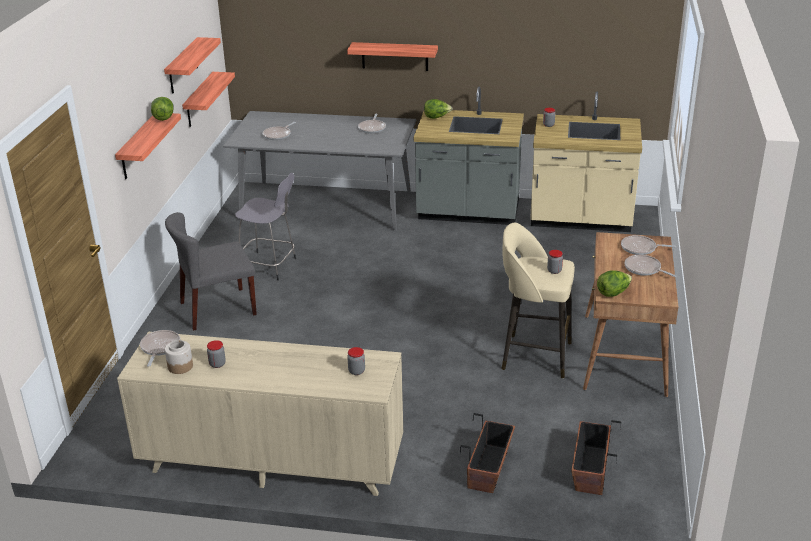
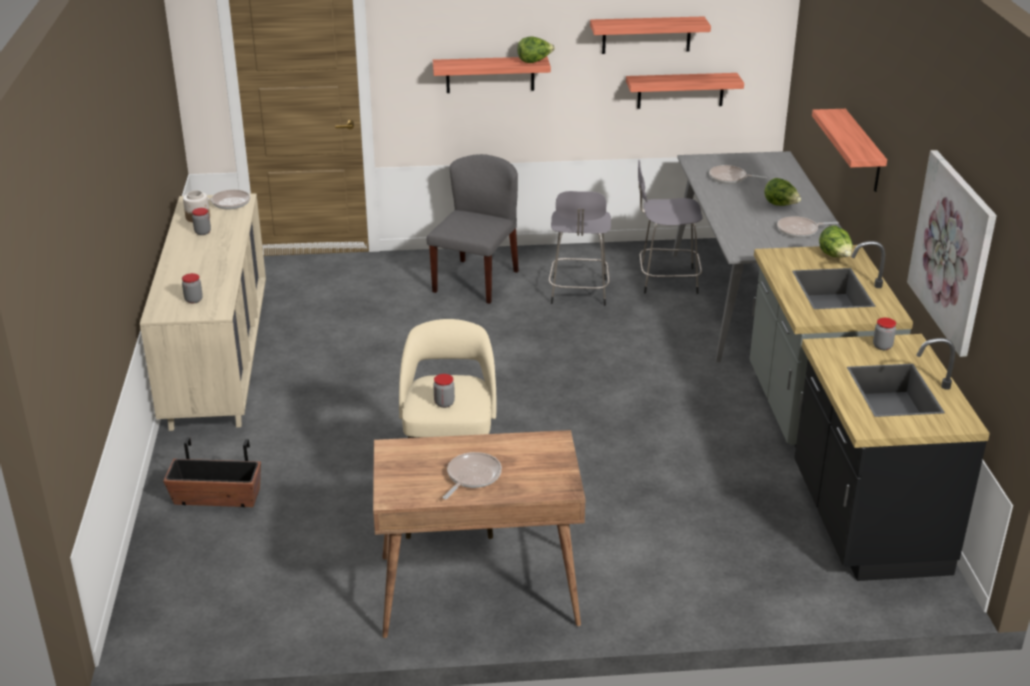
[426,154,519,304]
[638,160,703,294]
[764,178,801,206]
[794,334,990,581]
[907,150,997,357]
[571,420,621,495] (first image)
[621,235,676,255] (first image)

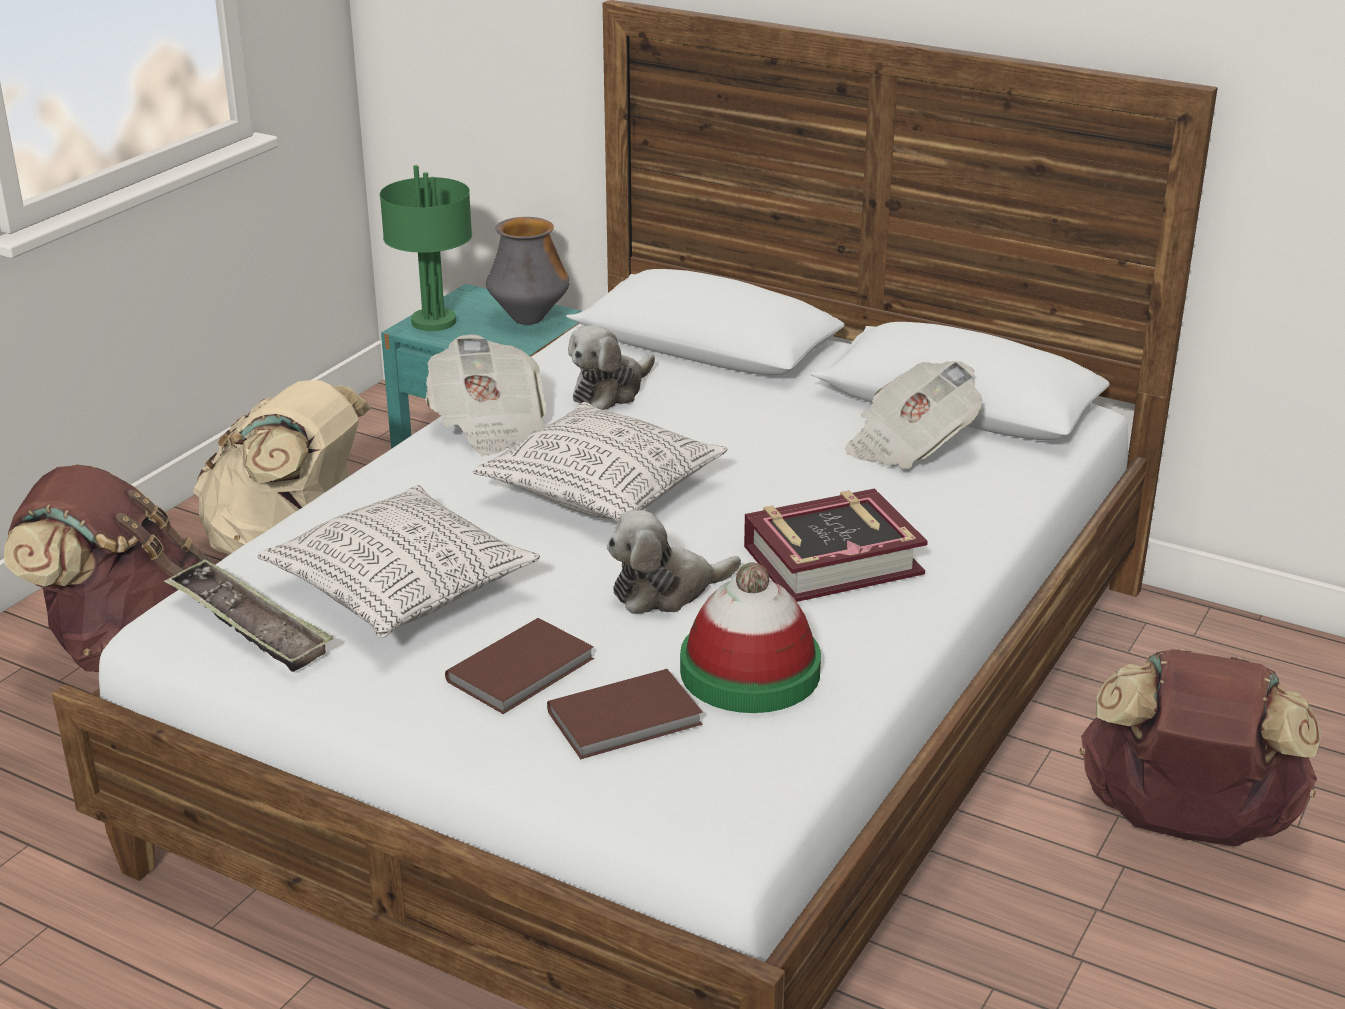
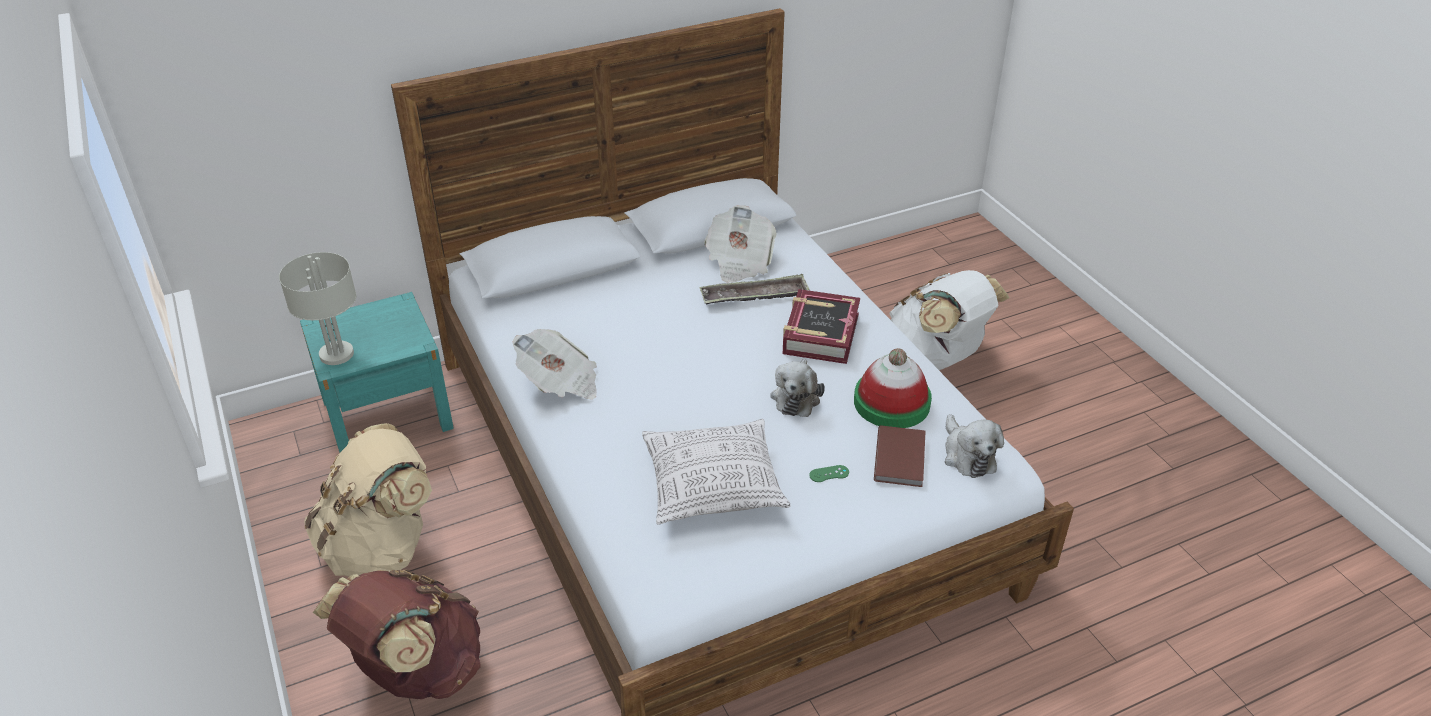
[279,252,356,365]
[700,274,810,304]
[809,465,849,482]
[889,270,1010,370]
[945,414,1004,478]
[473,402,728,522] (first image)
[486,217,570,325] (first image)

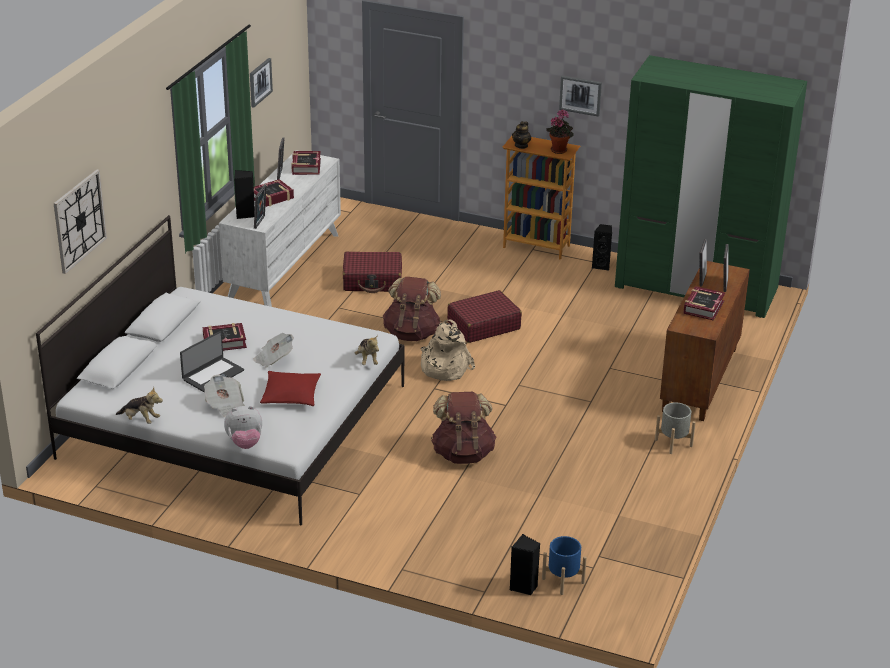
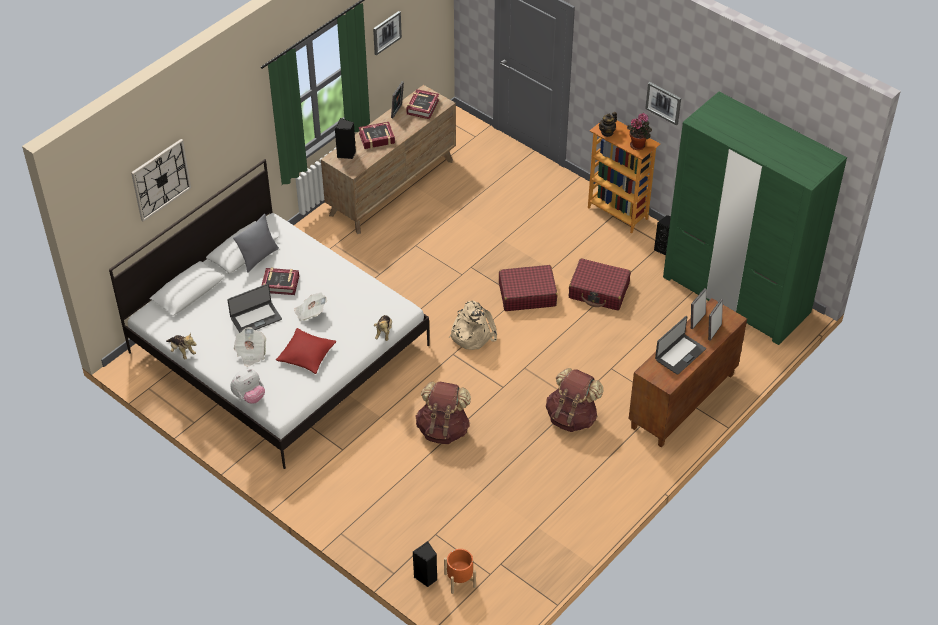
[231,369,265,404]
[233,214,279,273]
[321,85,456,234]
[444,549,476,594]
[546,368,603,432]
[569,258,631,311]
[655,316,706,375]
[254,184,267,229] (first image)
[655,402,696,454] (first image)

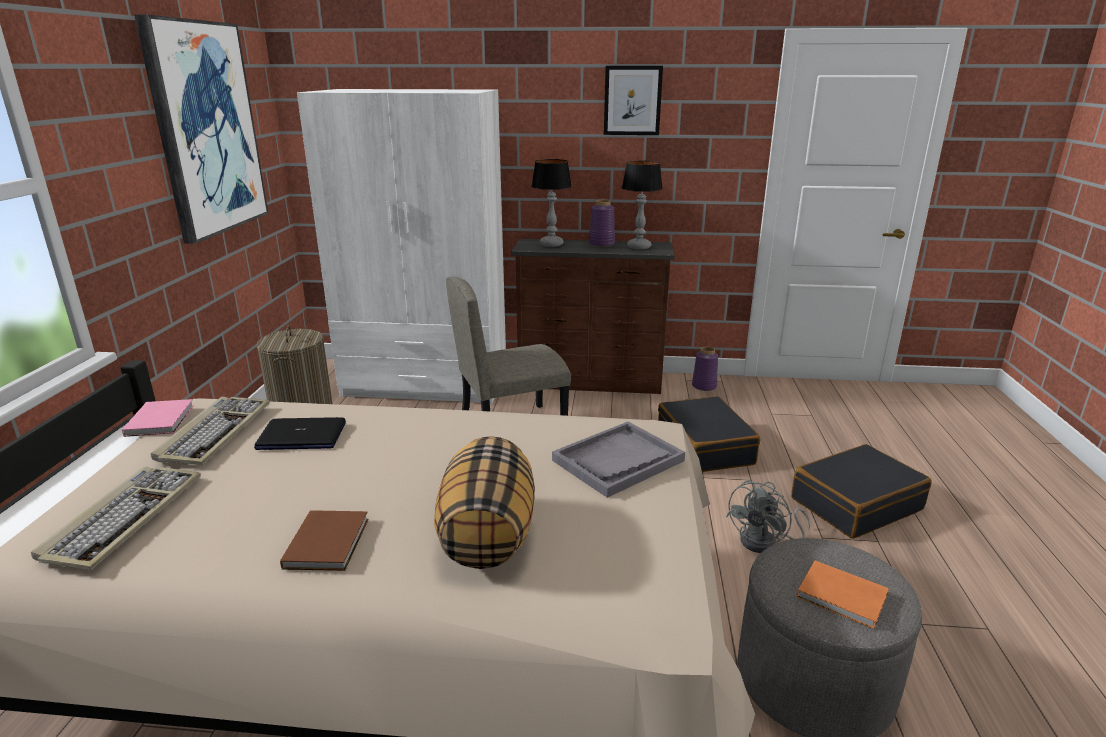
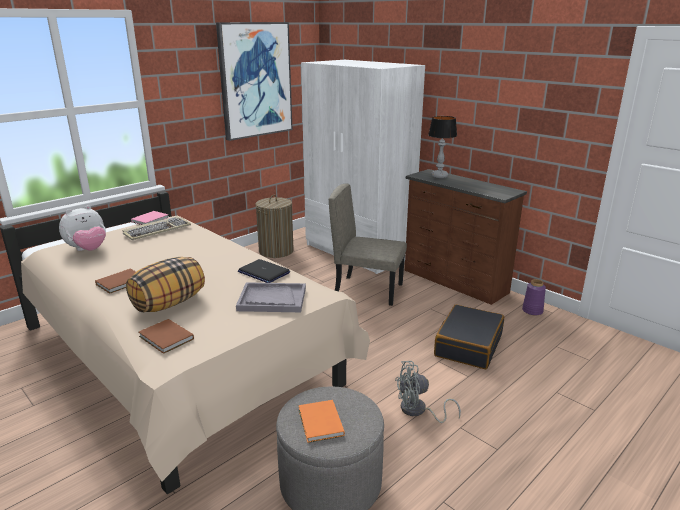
[59,205,106,251]
[139,319,194,354]
[238,259,290,283]
[589,200,615,247] (first image)
[604,66,663,135] (first image)
[622,161,663,250] (first image)
[791,444,932,539] (first image)

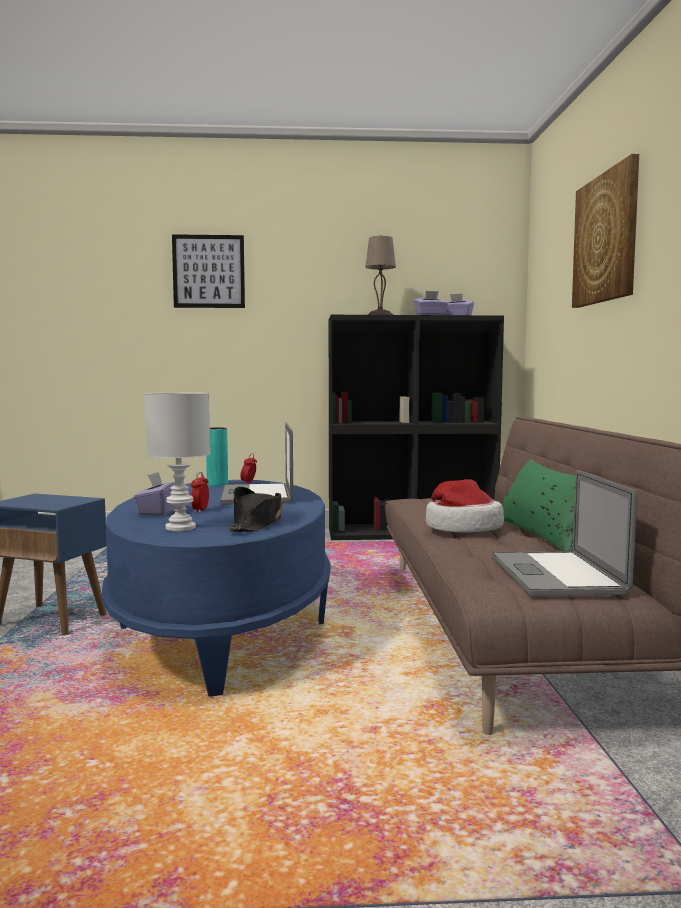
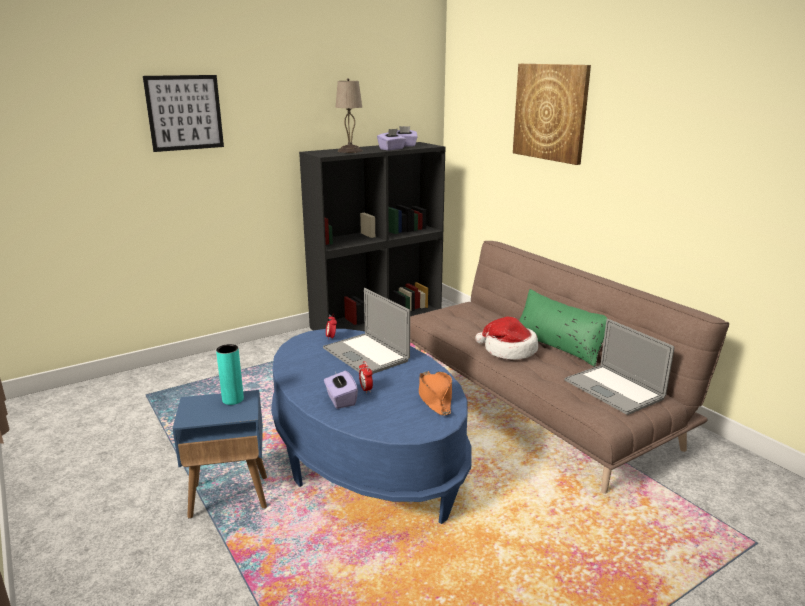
[216,344,244,405]
[419,371,452,416]
[144,393,210,531] (first image)

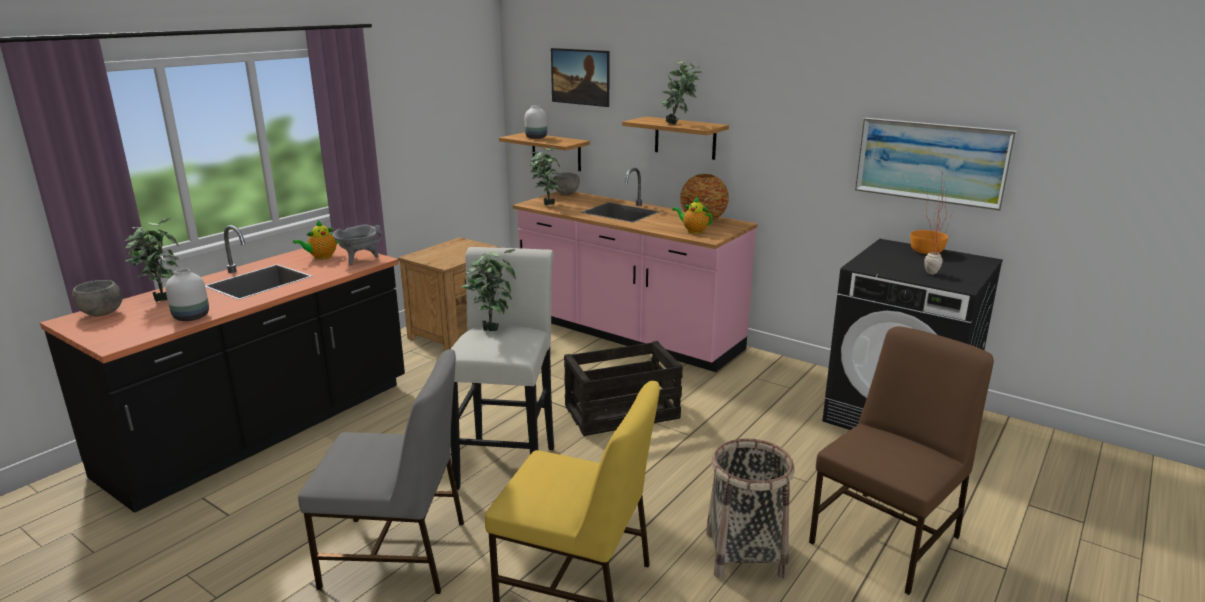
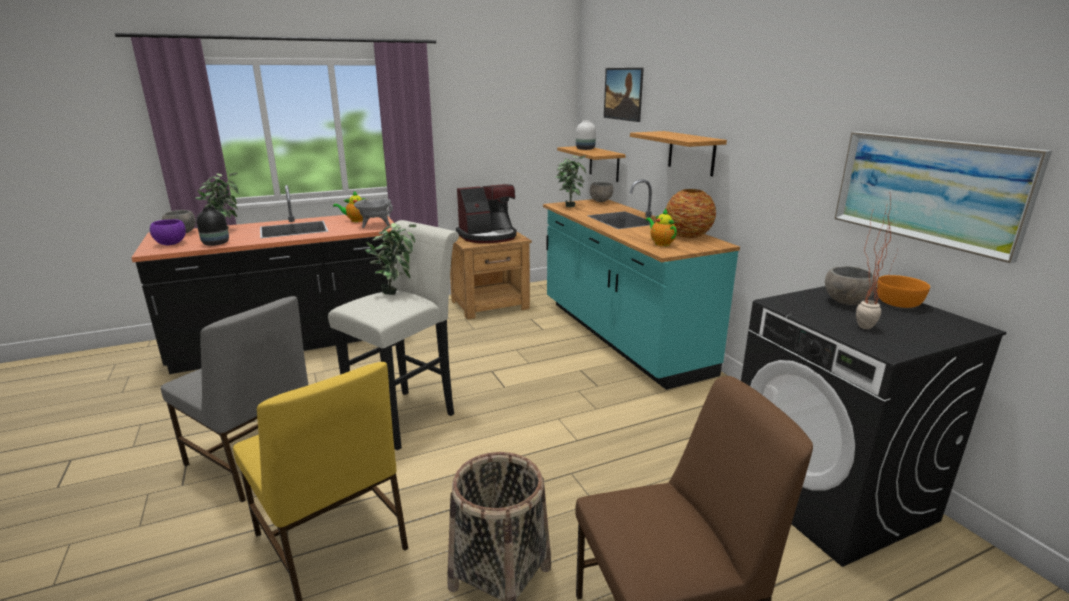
[150,219,186,245]
[196,207,229,246]
[456,184,516,243]
[543,179,740,390]
[825,266,877,305]
[564,341,683,436] (first image)
[661,61,702,124] (first image)

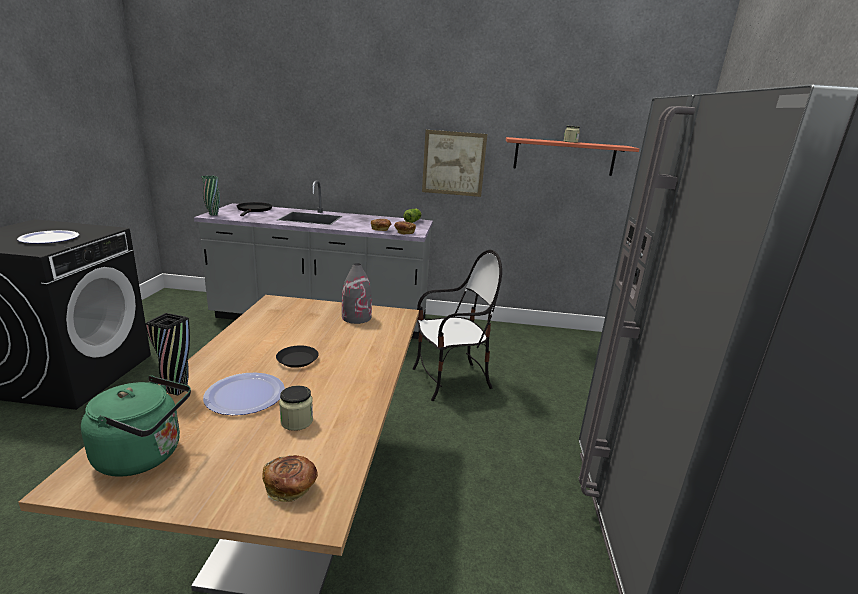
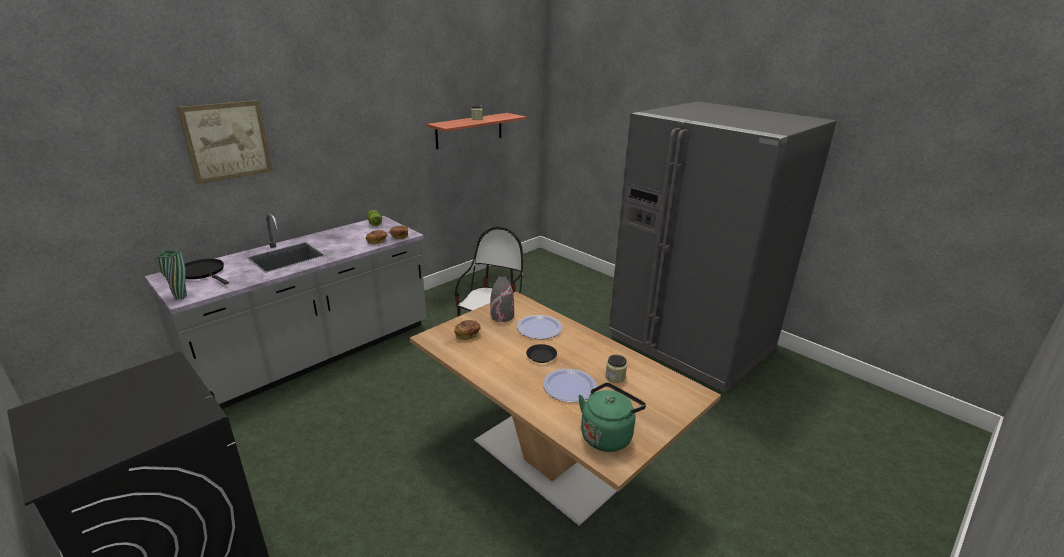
[177,100,273,184]
[454,320,481,340]
[517,315,562,339]
[145,313,190,395] (first image)

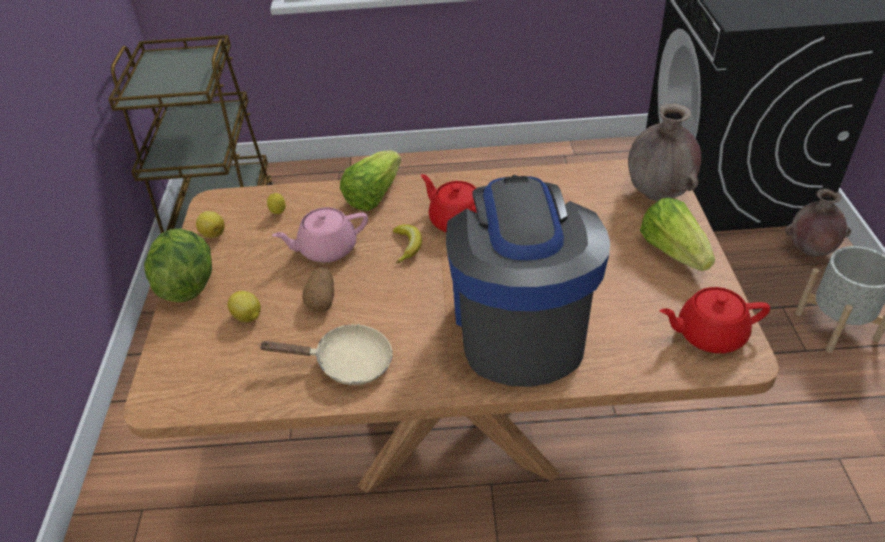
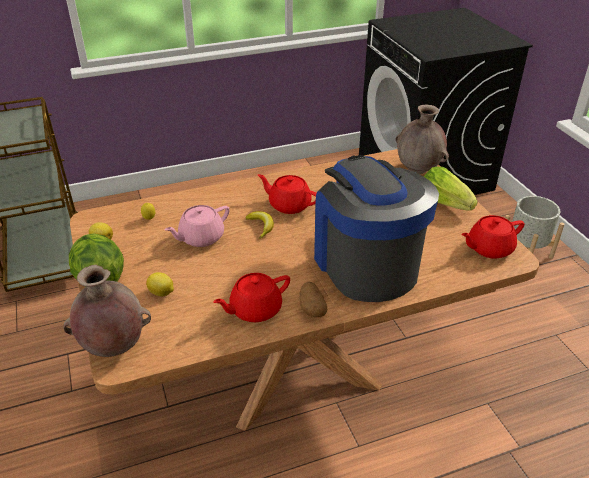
[63,265,151,357]
[213,273,290,322]
[299,282,327,317]
[340,150,401,211] (first image)

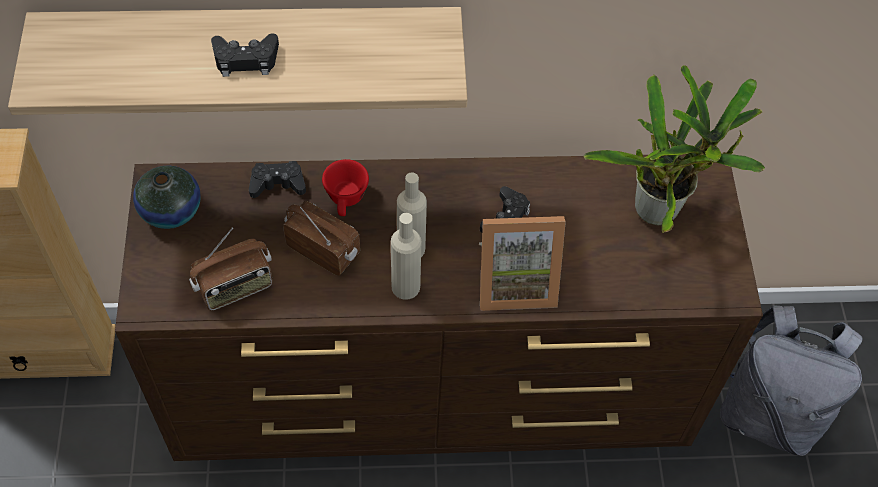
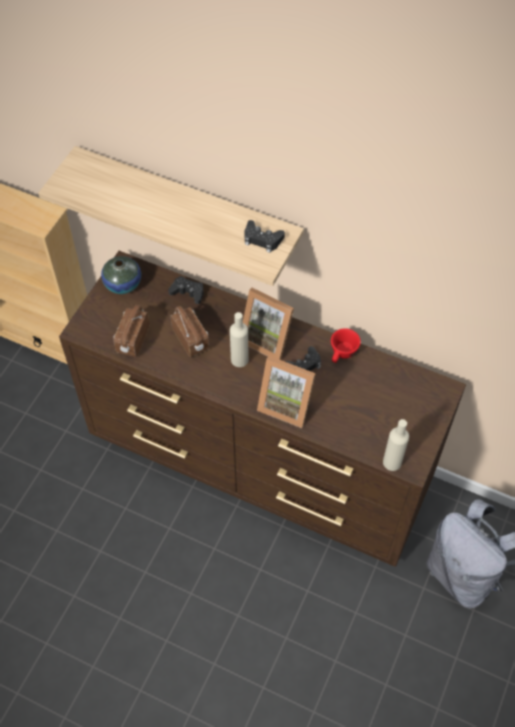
[113,305,150,357]
[243,288,294,360]
[244,220,285,253]
[331,328,361,363]
[383,419,409,471]
[584,65,765,233] (first image)

